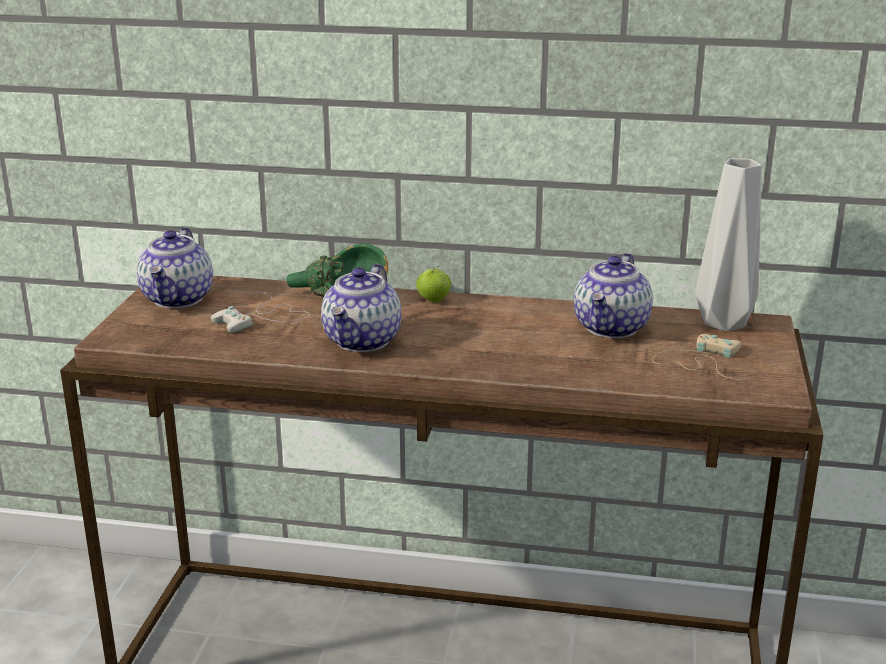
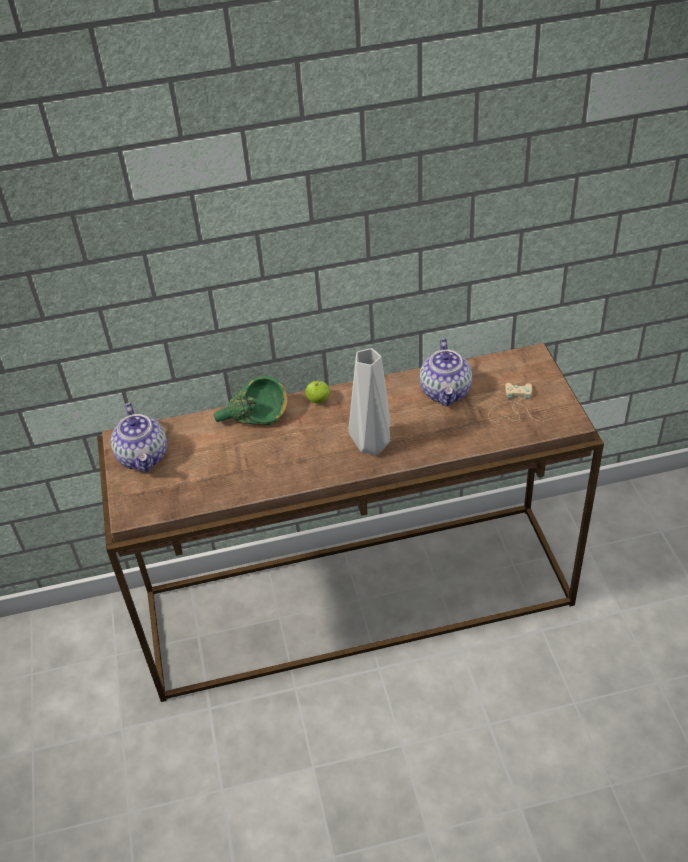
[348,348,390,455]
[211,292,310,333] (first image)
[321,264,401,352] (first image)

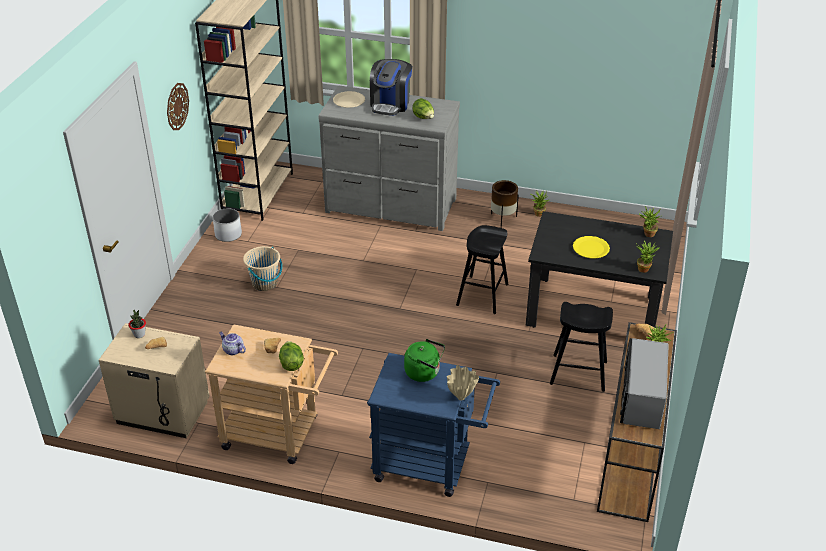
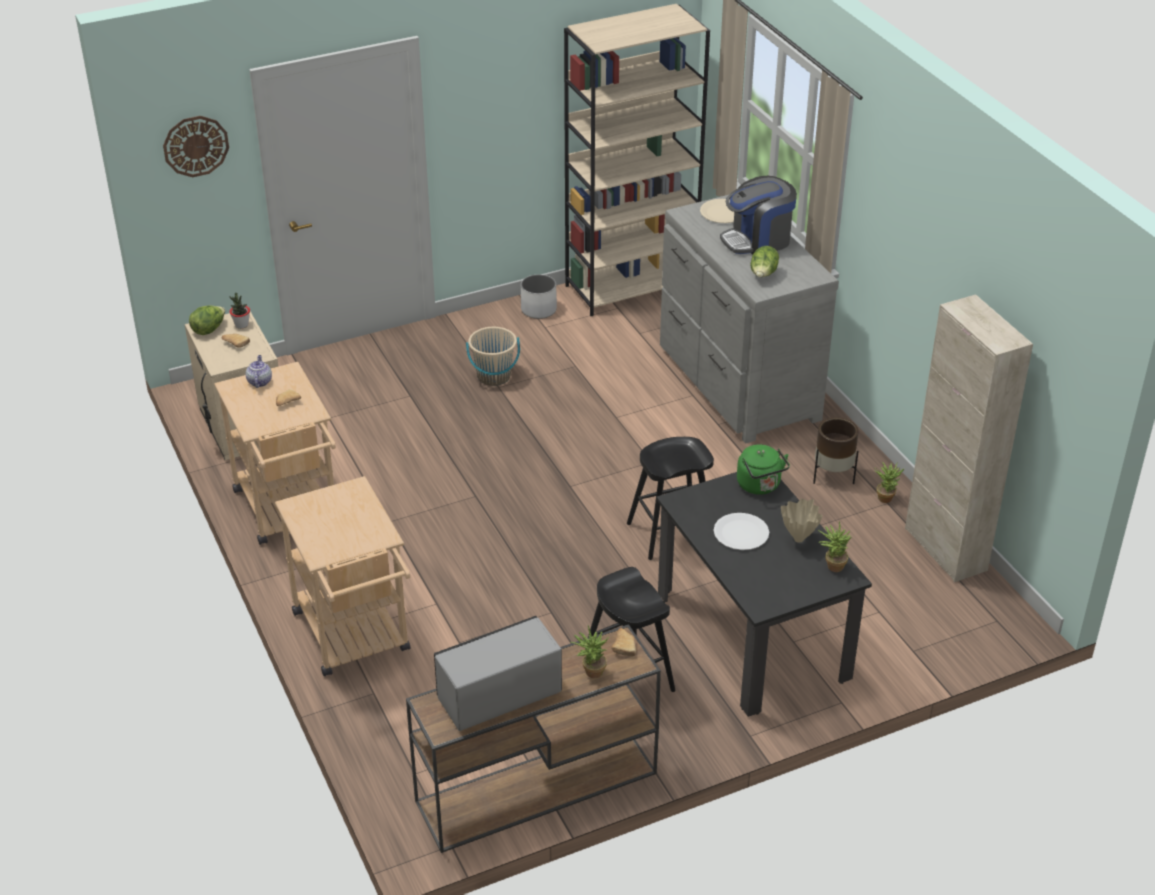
[163,116,229,177]
[189,306,225,335]
[275,476,410,676]
[713,513,769,550]
[737,444,790,495]
[781,499,822,543]
[905,294,1033,582]
[637,241,660,273] (first image)

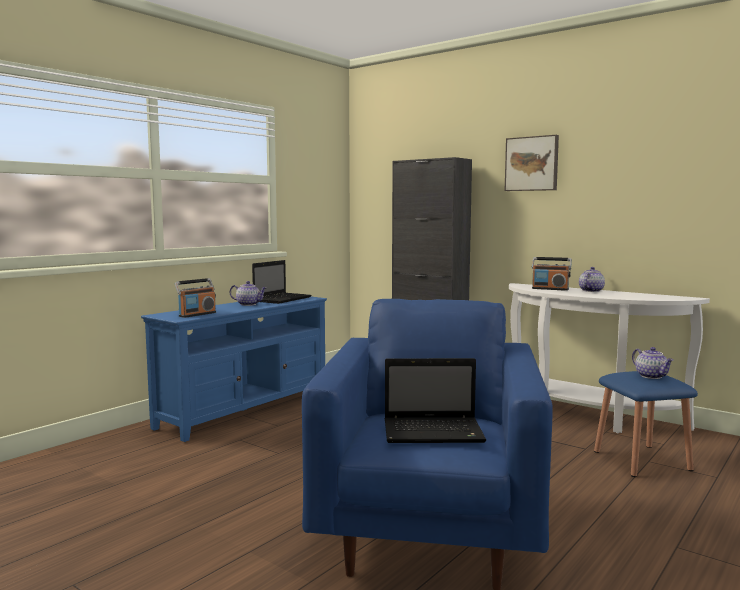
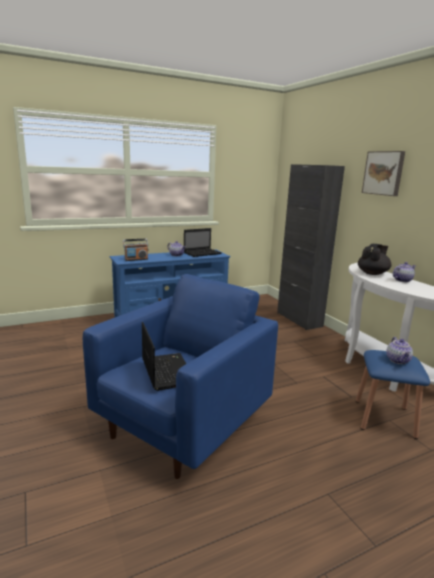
[142,322,186,391]
[358,244,391,275]

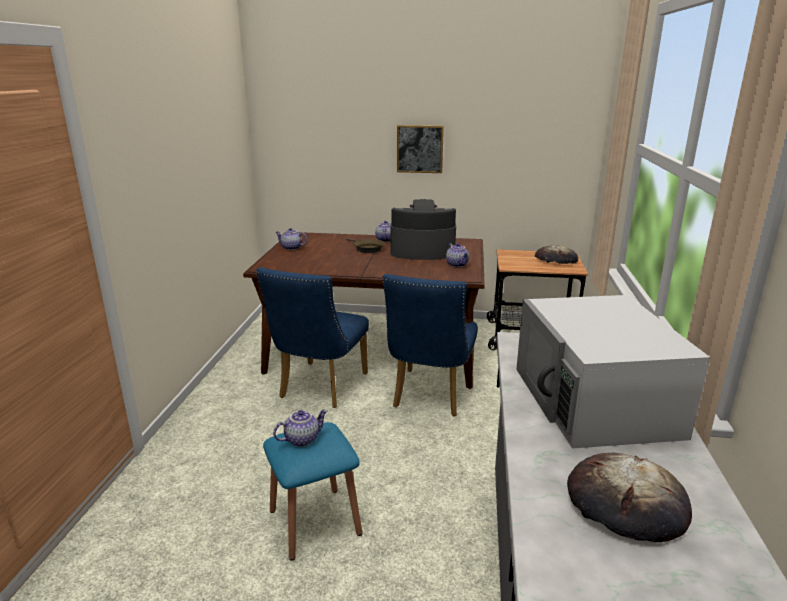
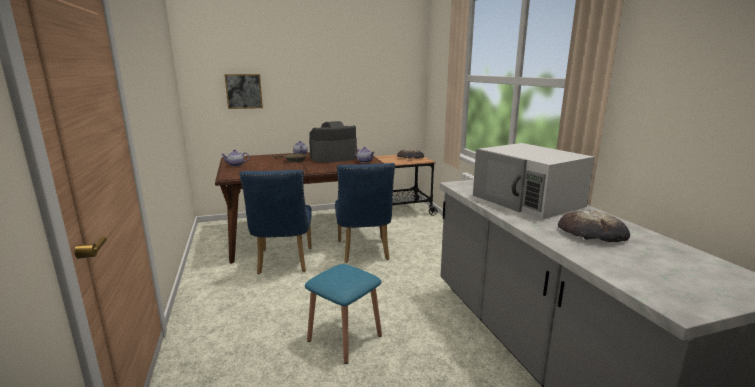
[224,74,263,109]
[273,409,328,447] (first image)

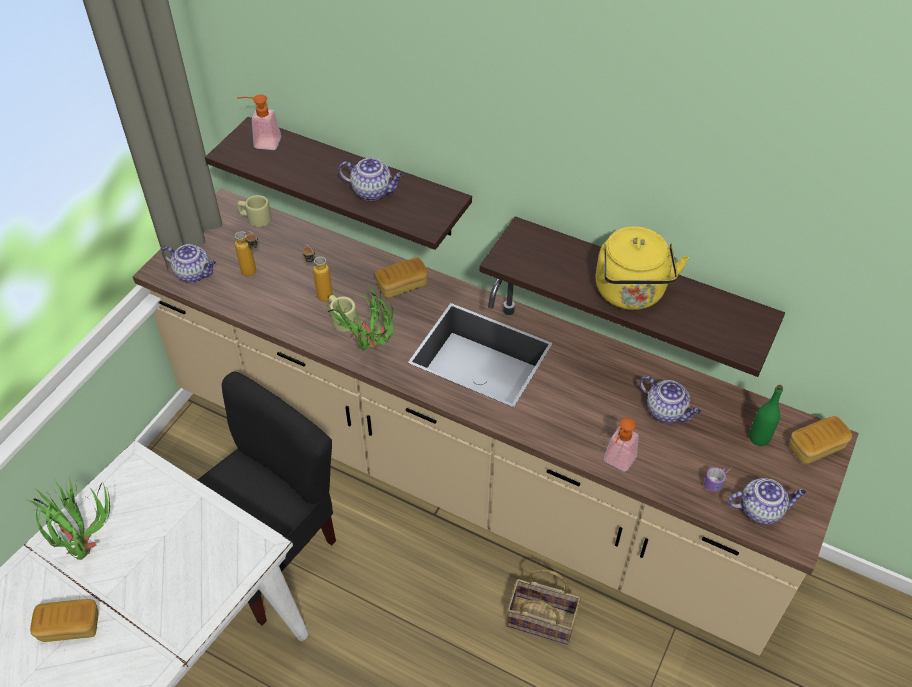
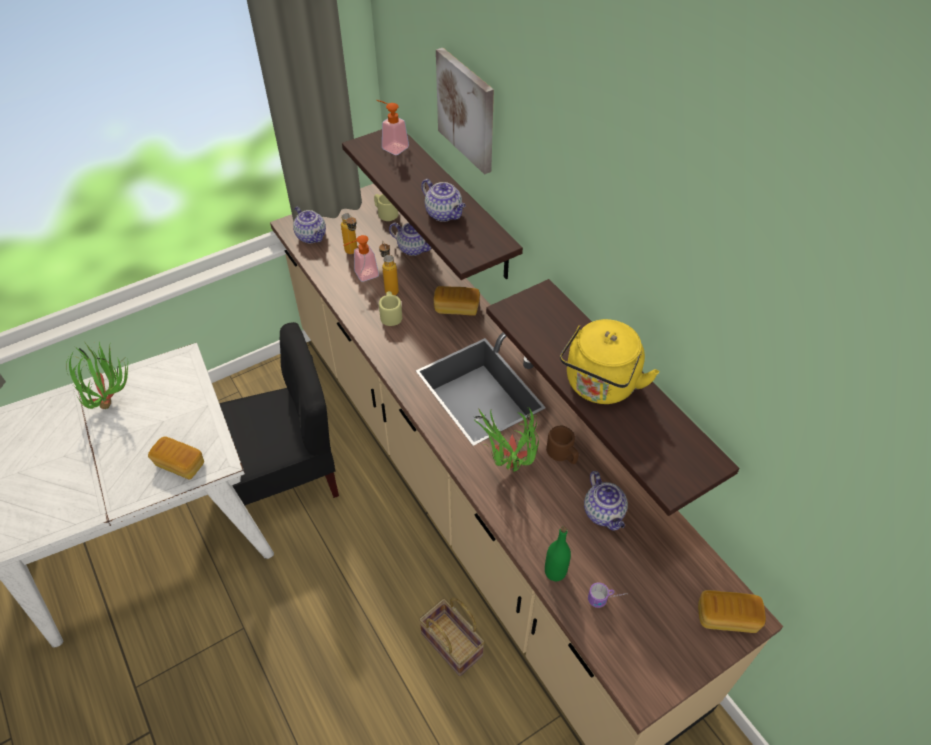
[148,436,204,479]
[343,235,379,282]
[389,223,431,256]
[436,48,494,175]
[474,407,539,472]
[545,526,571,581]
[546,425,579,464]

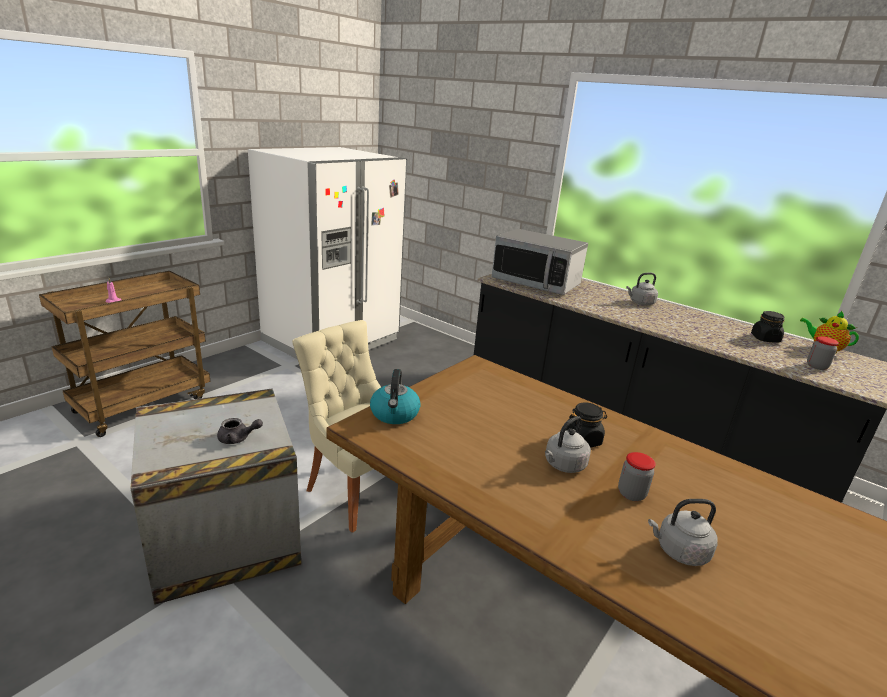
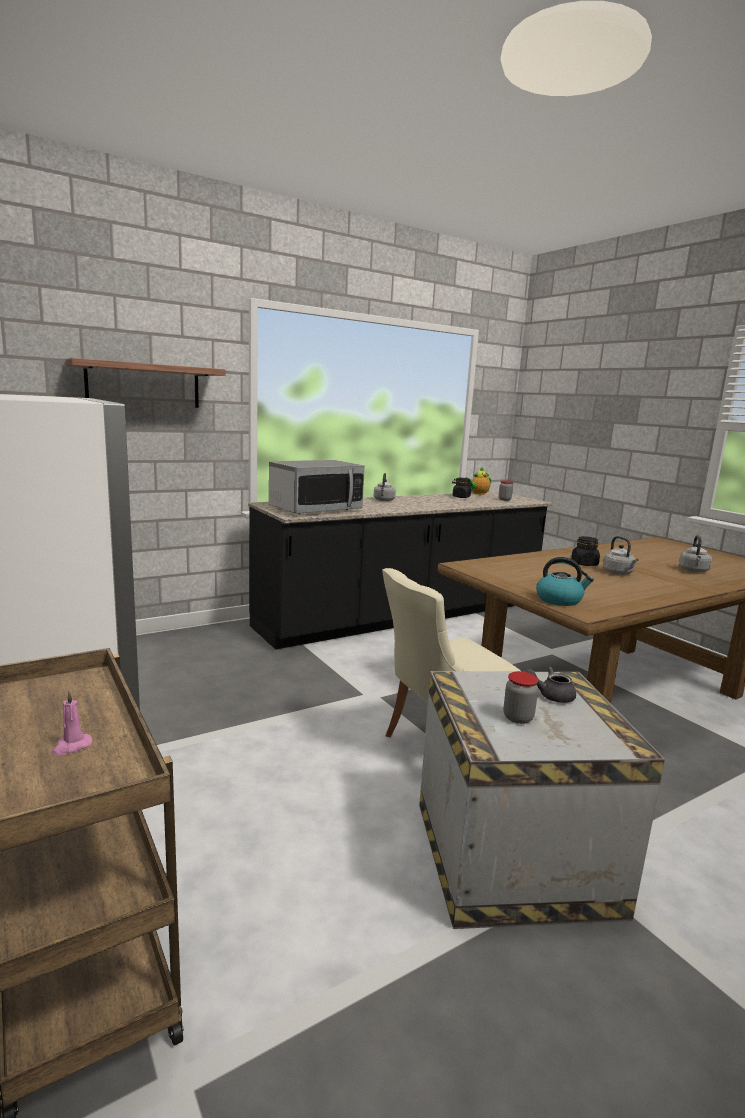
[66,358,226,408]
[503,671,538,724]
[525,667,576,703]

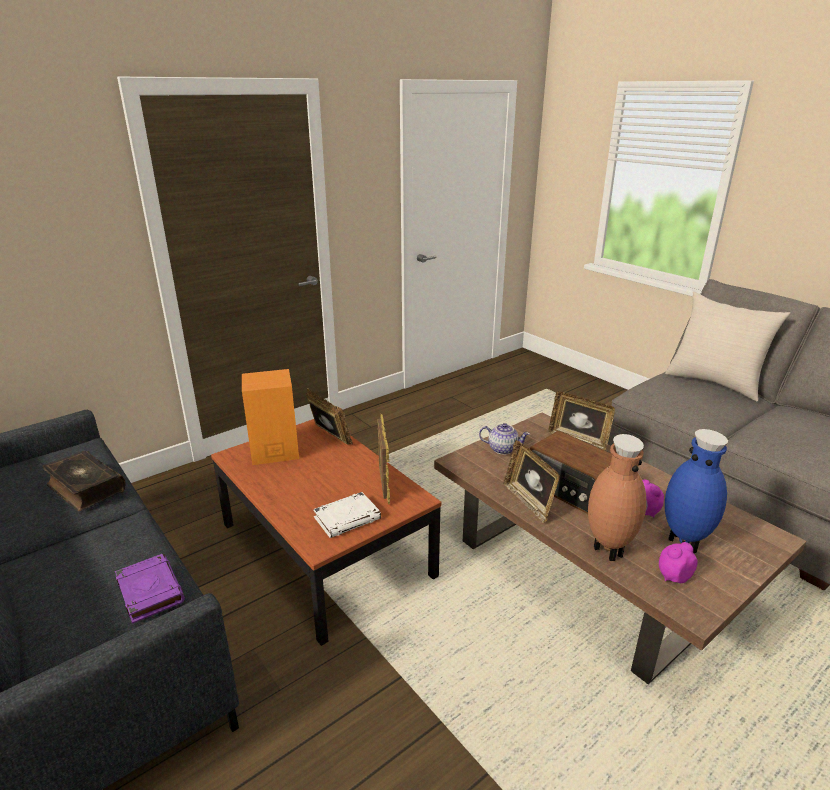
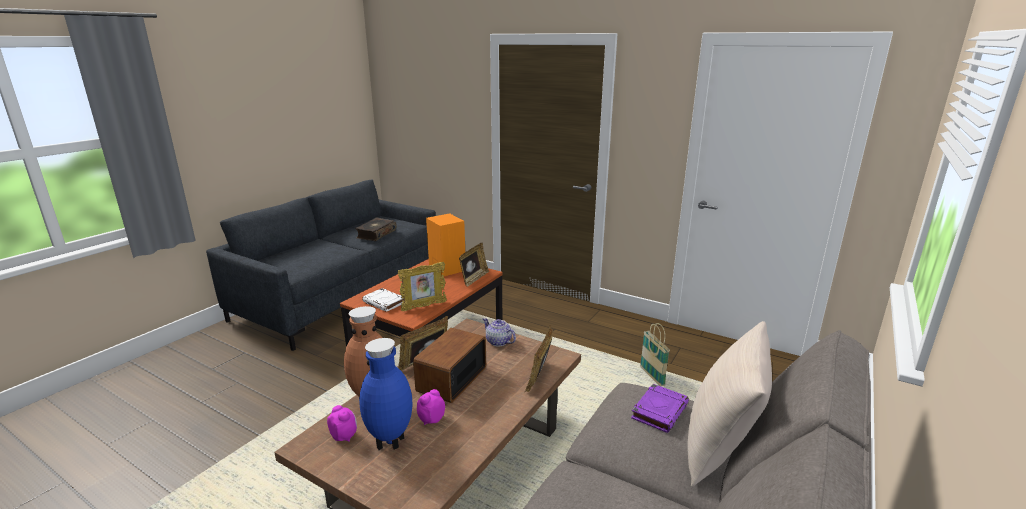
[483,318,516,347]
[631,384,689,433]
[640,323,670,386]

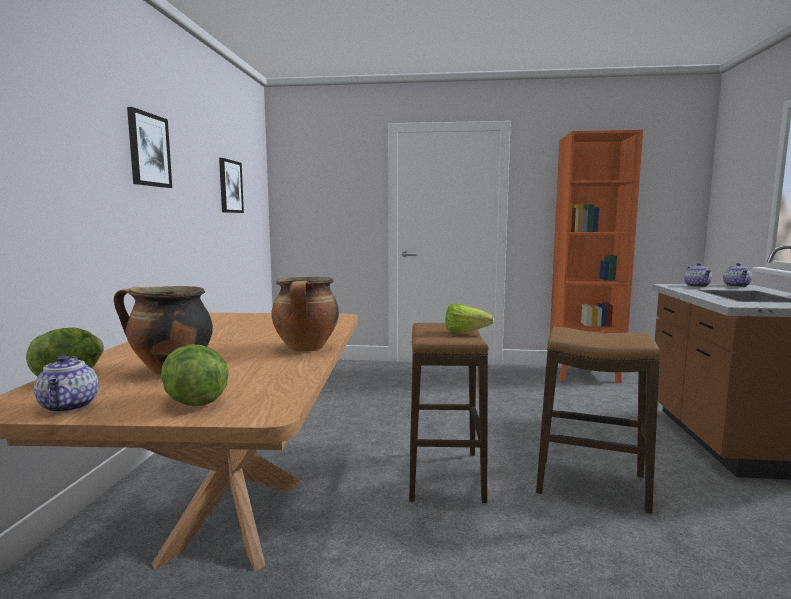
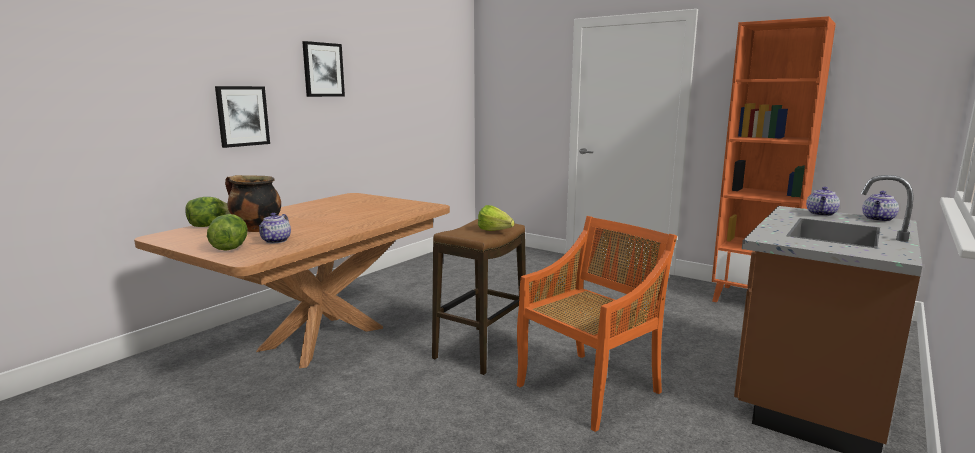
[215,86,270,148]
[259,213,291,243]
[517,216,677,432]
[271,277,339,351] (first image)

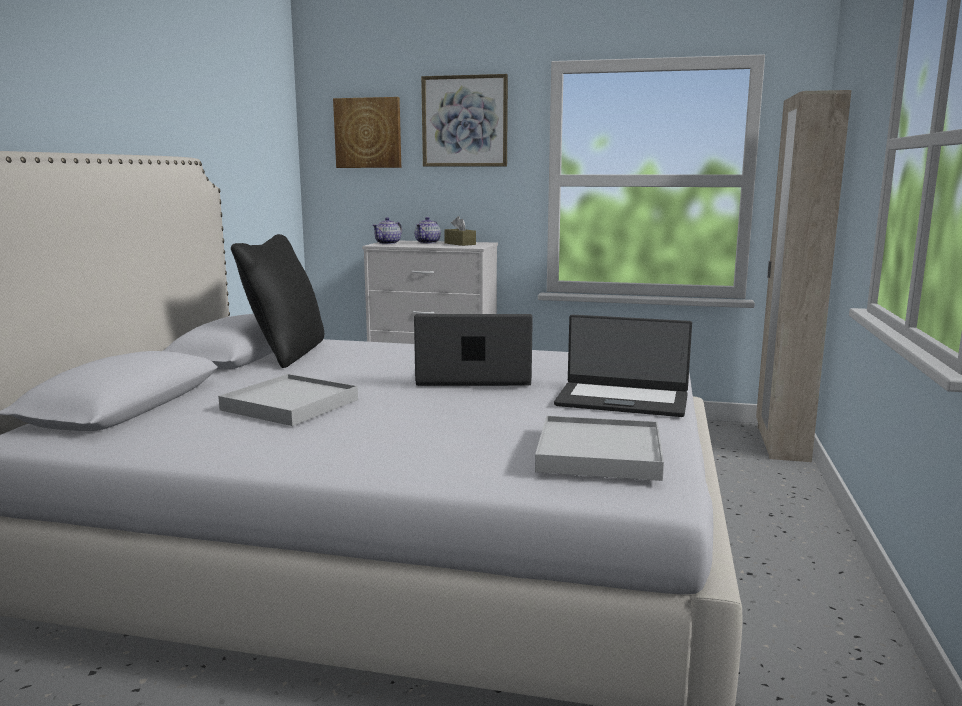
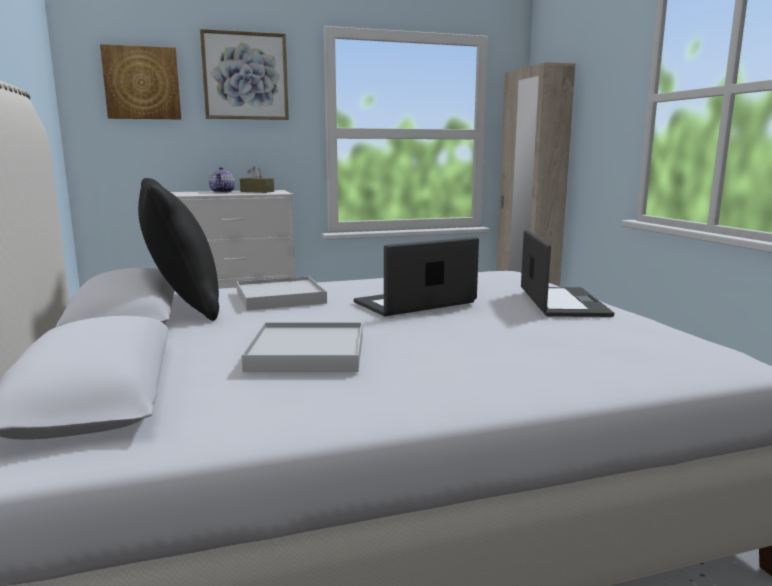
[237,276,327,310]
[521,230,614,317]
[373,217,402,244] (first image)

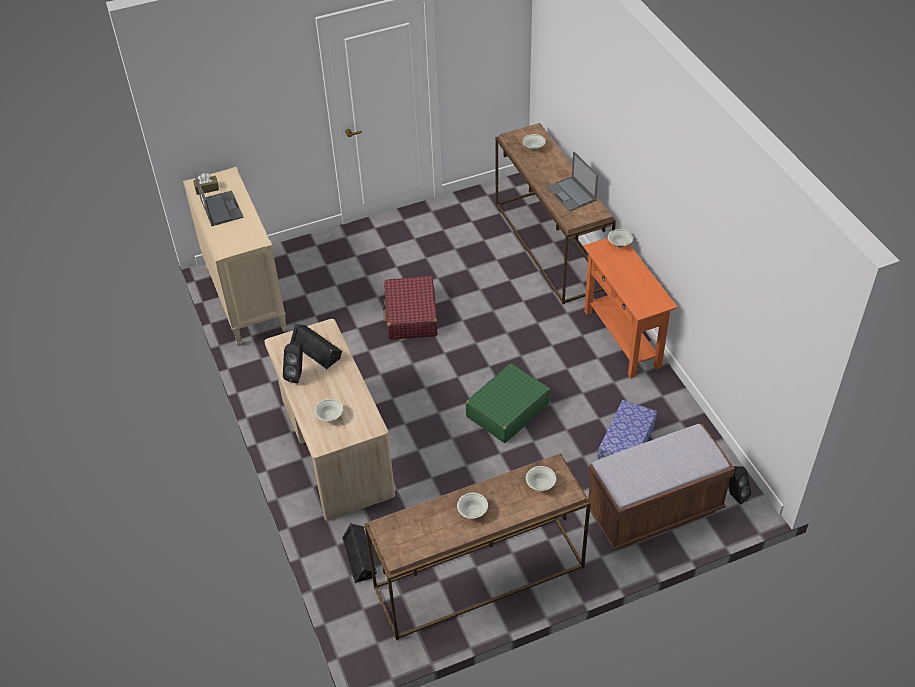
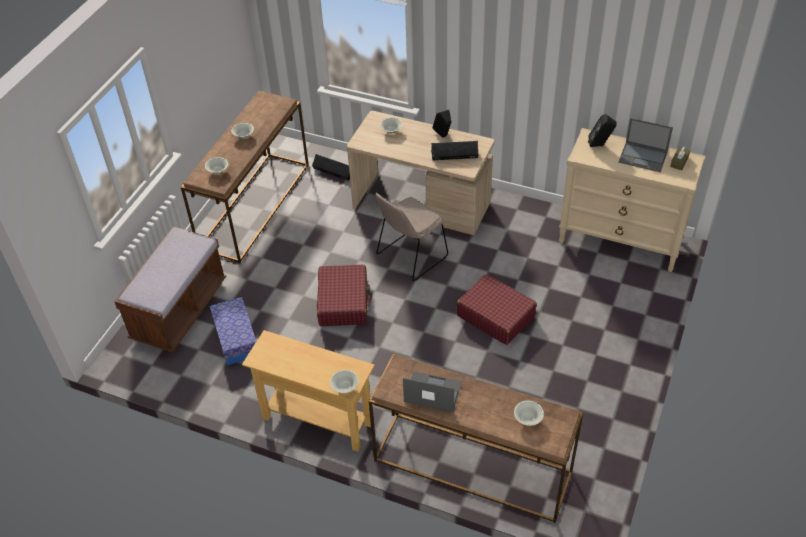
[242,330,375,452]
[317,264,370,326]
[375,193,448,281]
[588,114,617,147]

